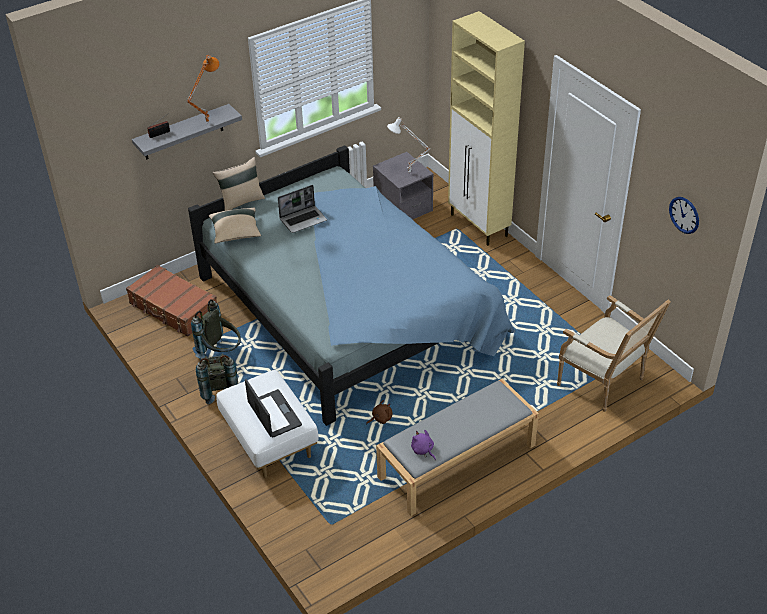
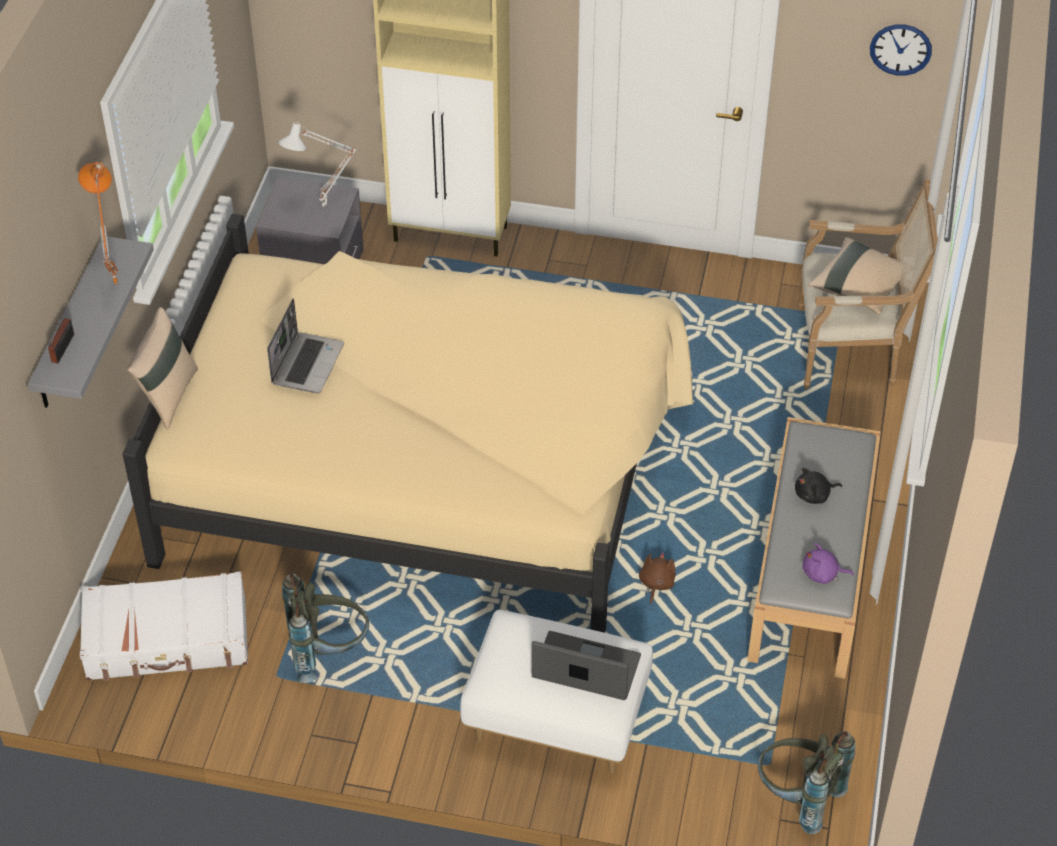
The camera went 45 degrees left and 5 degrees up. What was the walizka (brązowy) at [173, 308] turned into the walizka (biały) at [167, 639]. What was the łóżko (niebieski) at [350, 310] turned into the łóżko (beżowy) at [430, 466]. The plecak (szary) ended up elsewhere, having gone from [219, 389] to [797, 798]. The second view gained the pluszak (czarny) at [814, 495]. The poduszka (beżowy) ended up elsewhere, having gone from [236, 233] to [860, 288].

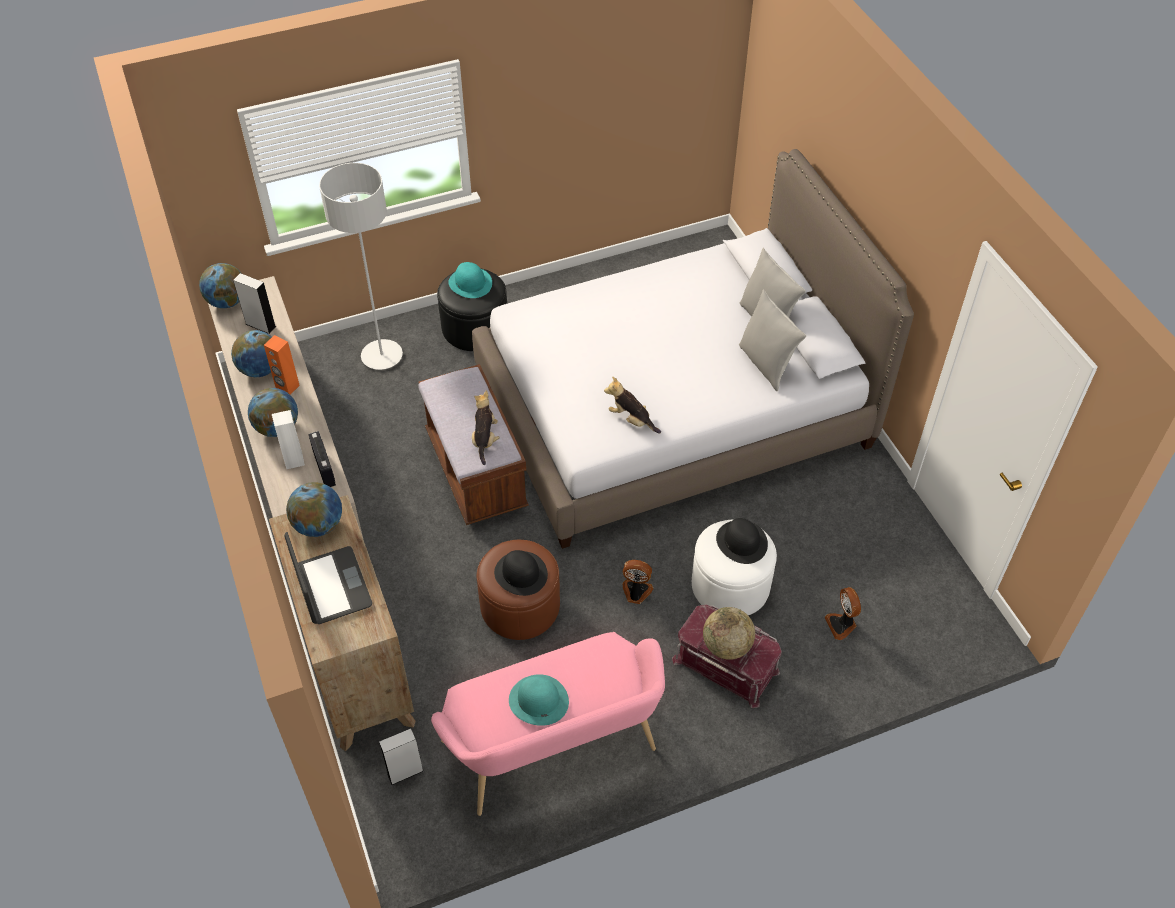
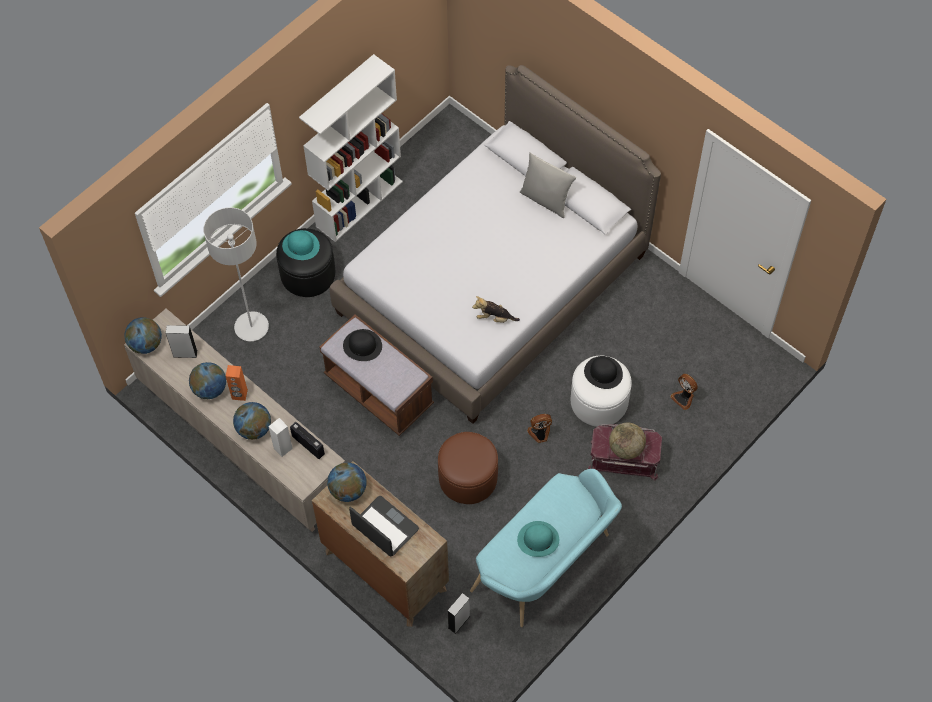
The camera went 25 degrees left and 10 degrees up. The second view gained the regał (biały) at [359, 203]. The kapelusz (czarny) ended up elsewhere, having gone from [521, 573] to [362, 345]. What was the ławka (różowy) at [555, 752] turned into the ławka (turkusowy) at [546, 565]. The second view lost the pluszak at [485, 439]. The second view lost the poduszka (szary) at [766, 364].

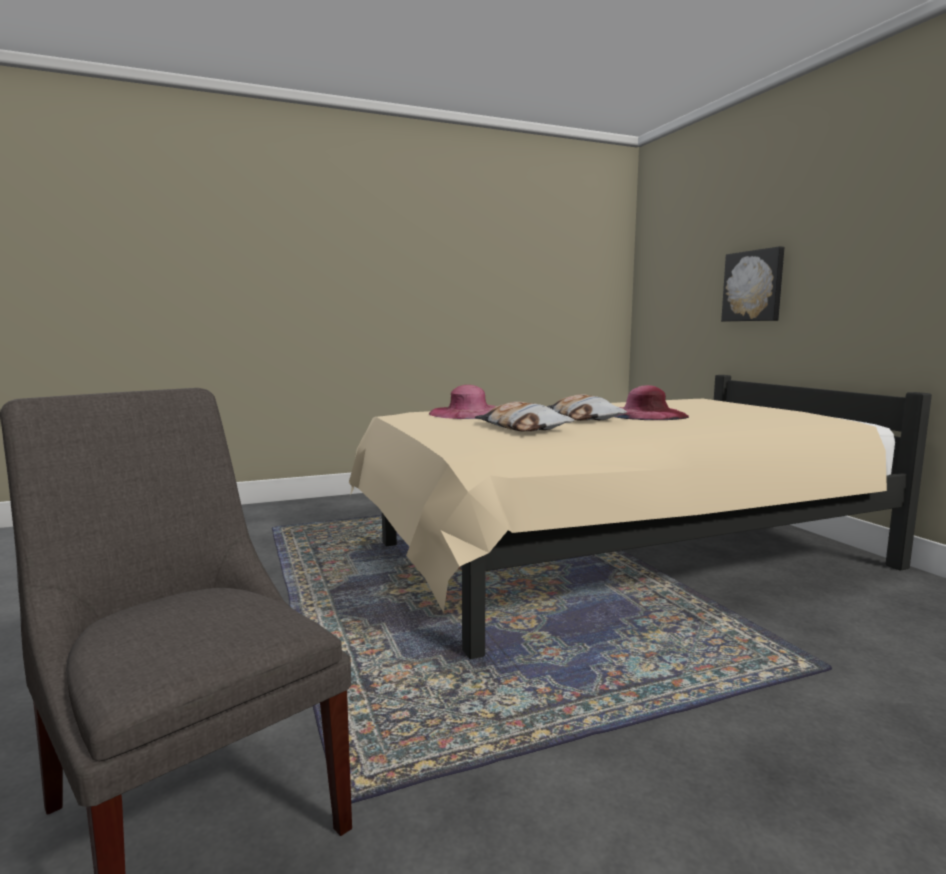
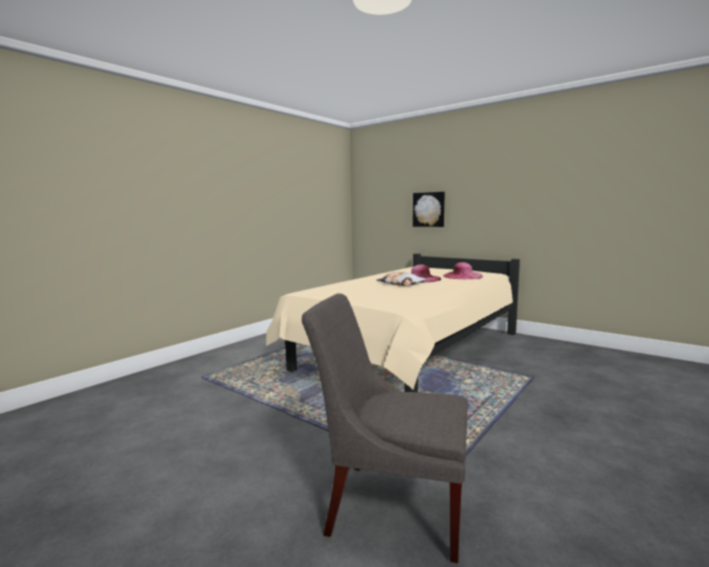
The camera went 30 degrees left and 0 degrees up. The kapelusz (różowy) ended up elsewhere, having gone from [468, 413] to [462, 276]. The second view lost the poduszka at [522, 427].

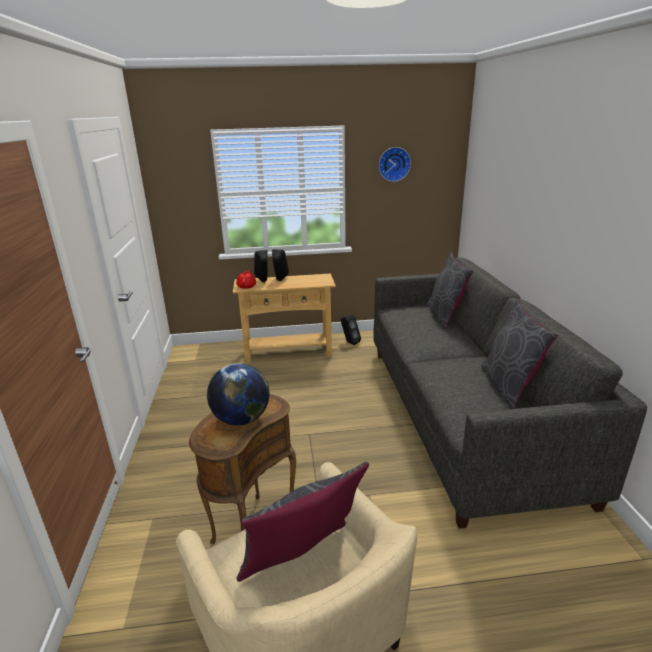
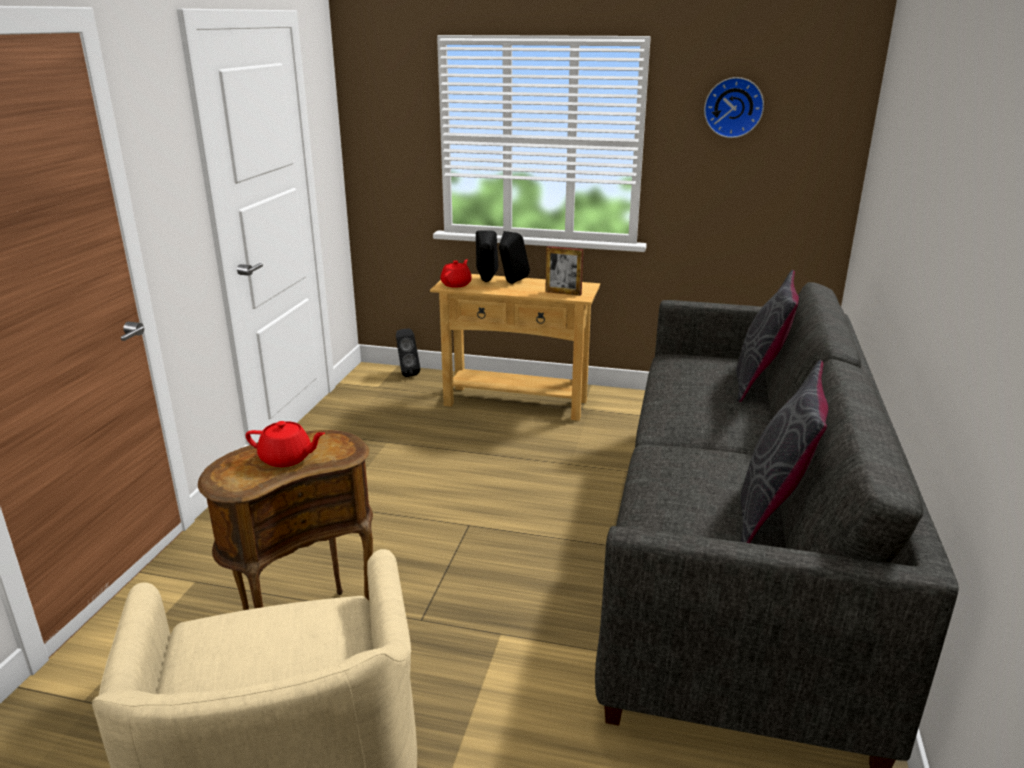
The camera went 20 degrees right and 0 degrees up. Where the globus stood at [241, 419], the imbryk (czerwony) came to stand at [287, 458]. The głośnik (czarny) ended up elsewhere, having gone from [349, 342] to [406, 373]. The second view gained the ramka na zdjęcie at [563, 293]. The second view lost the poduszka (szary) at [304, 566].

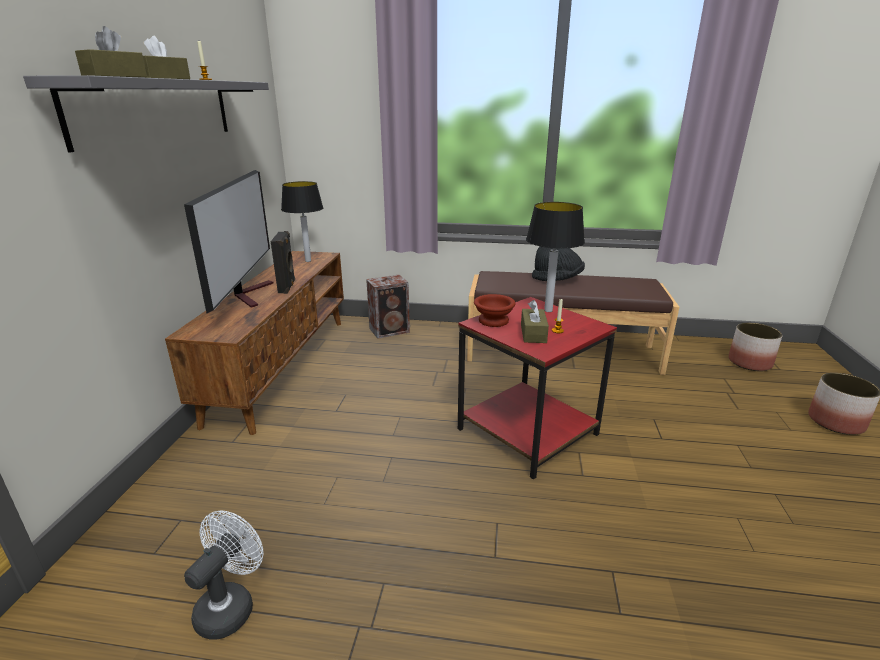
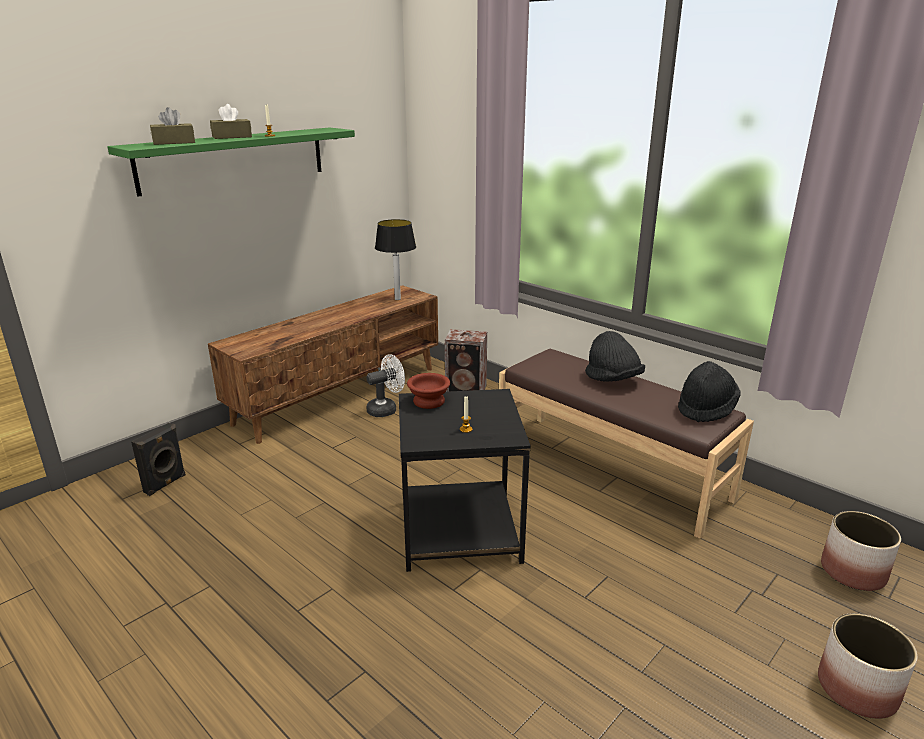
The camera went 35 degrees right and 0 degrees up. What was the półka (szary) at [157, 110] turned into the półka (zielony) at [234, 159]. The głośnik (czarny) ended up elsewhere, having gone from [287, 287] to [166, 484]. The wentylator (biały) ended up elsewhere, having gone from [231, 605] to [386, 409]. What was the stolik (czerwony) at [528, 433] turned into the stolik (czarny) at [458, 532]. The second view gained the kapelusz (czarny) at [706, 409]. The second view lost the telewizor at [249, 293]. The second view lost the pudełko chusteczek (brązowy) at [533, 333]. The second view lost the lampa stołowa at [547, 310].

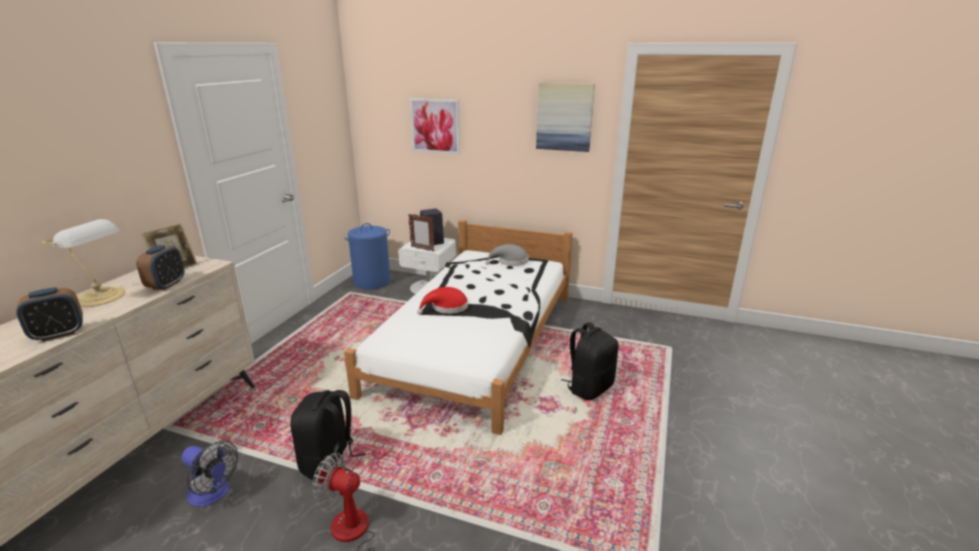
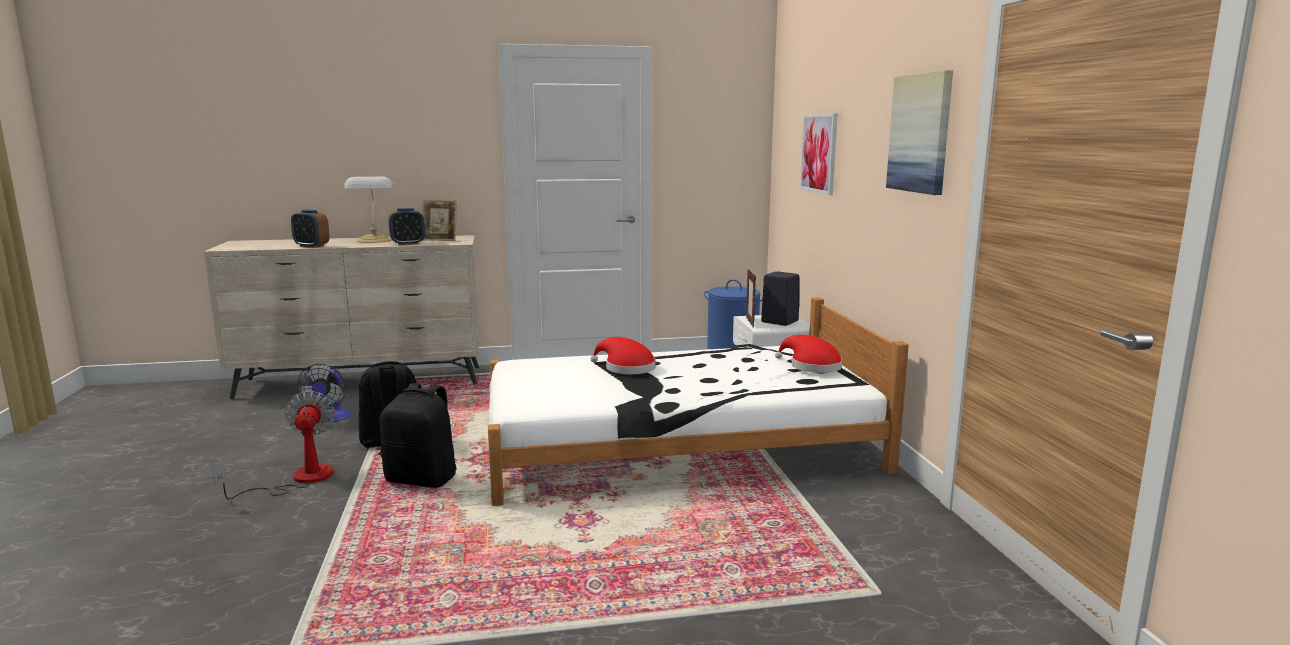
The camera went 60 degrees right and 10 degrees down. The plecak (czarny) ended up elsewhere, having gone from [589, 387] to [422, 479]. What was the kapelusz (szary) at [510, 261] turned into the kapelusz (czerwony) at [811, 366].

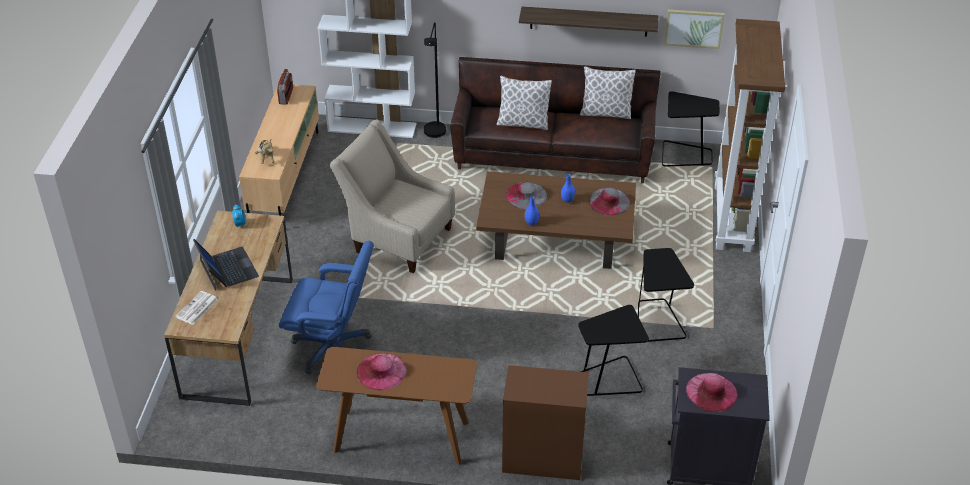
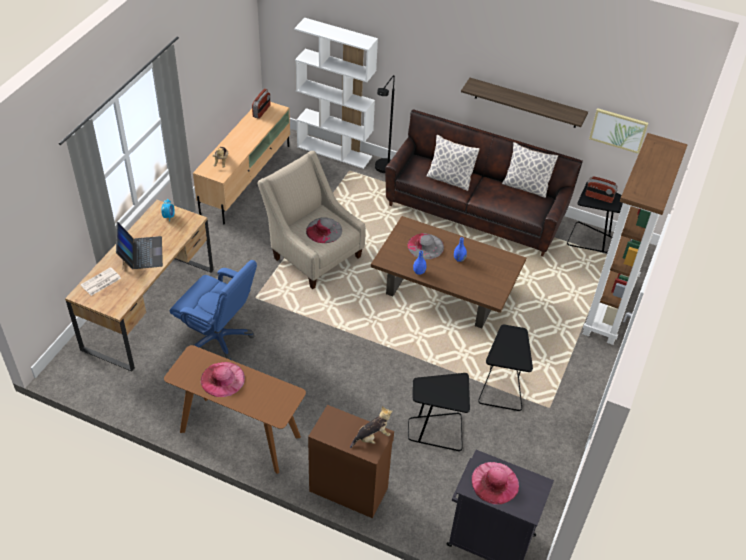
The camera went 15 degrees right and 5 degrees up. The kapelusz (szary) ended up elsewhere, having gone from [609, 201] to [324, 230]. The second view gained the pluszak at [372, 437]. The second view gained the radio at [599, 197].

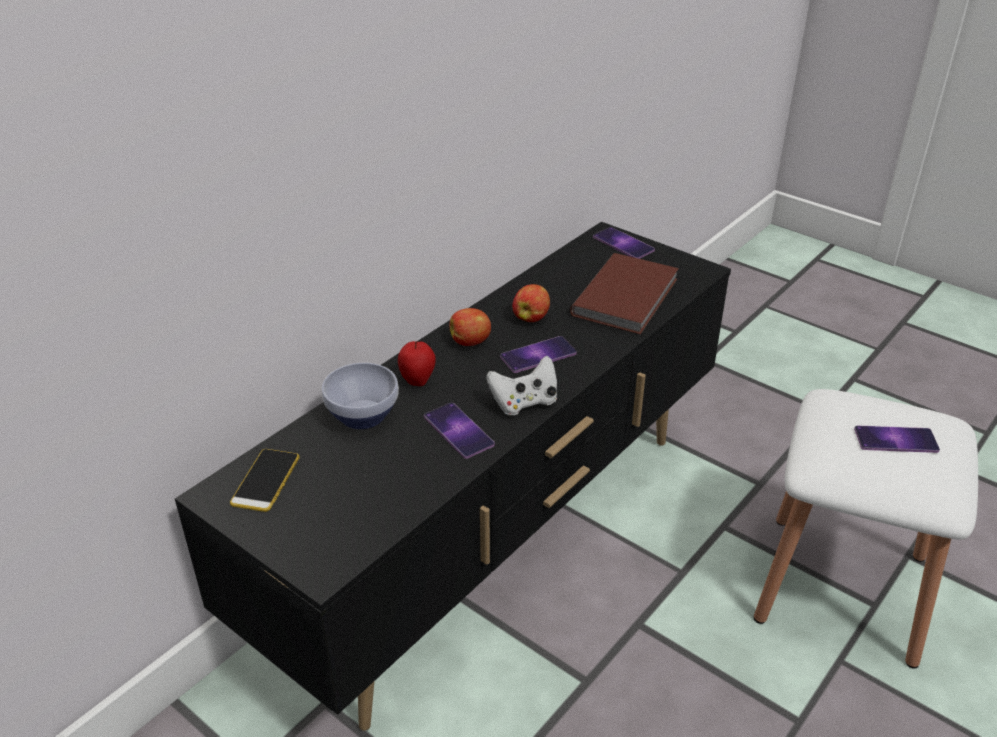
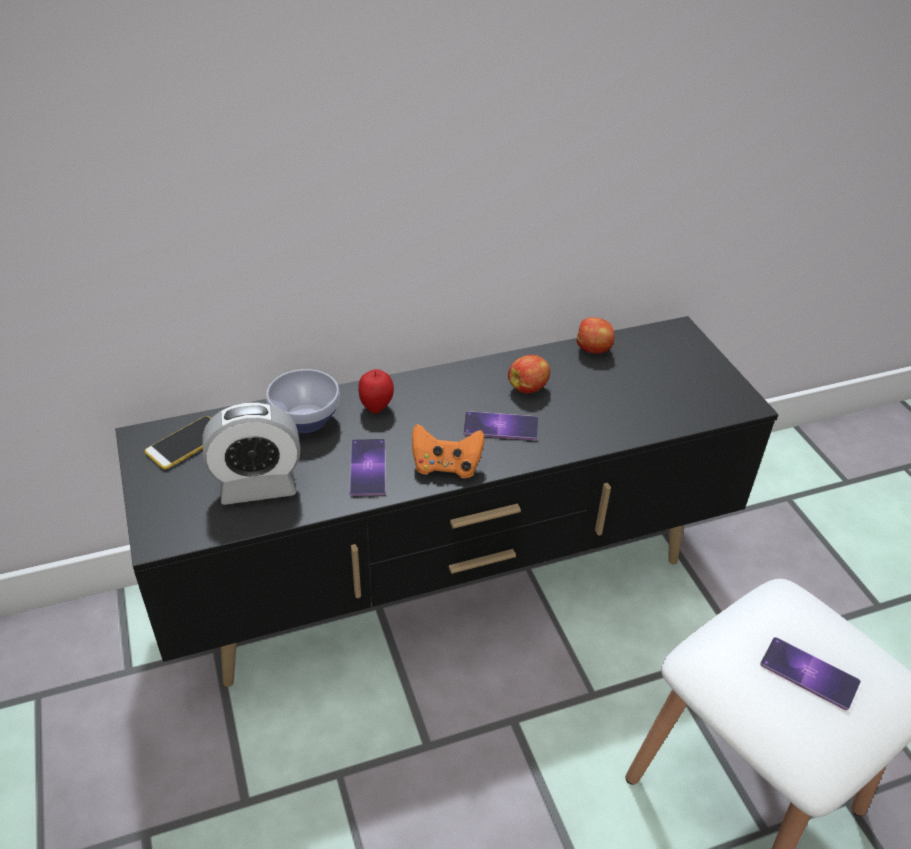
The camera went 30 degrees right and 5 degrees up. The second view gained the budzik at [258, 486]. What was the pad do gier (biały) at [524, 402] turned into the pad do gier (pomarańczowy) at [446, 466]. The jabłko ended up elsewhere, having gone from [470, 342] to [593, 349]. The second view lost the książka (brązowy) at [628, 296]. The second view lost the telefon at [623, 243].

